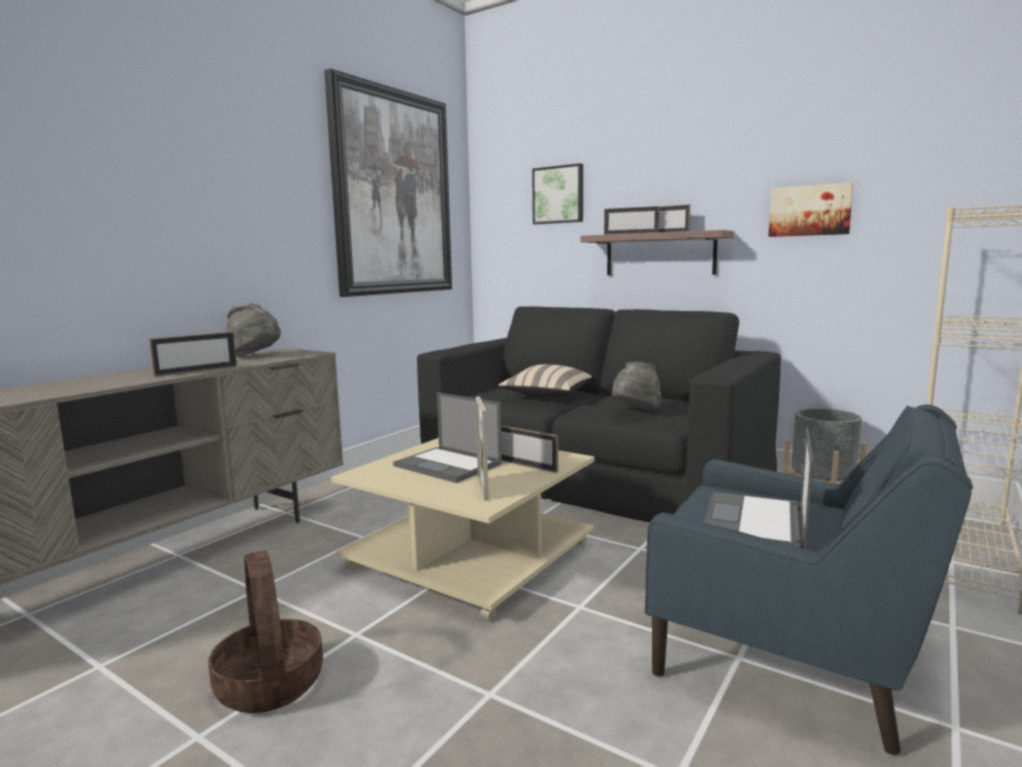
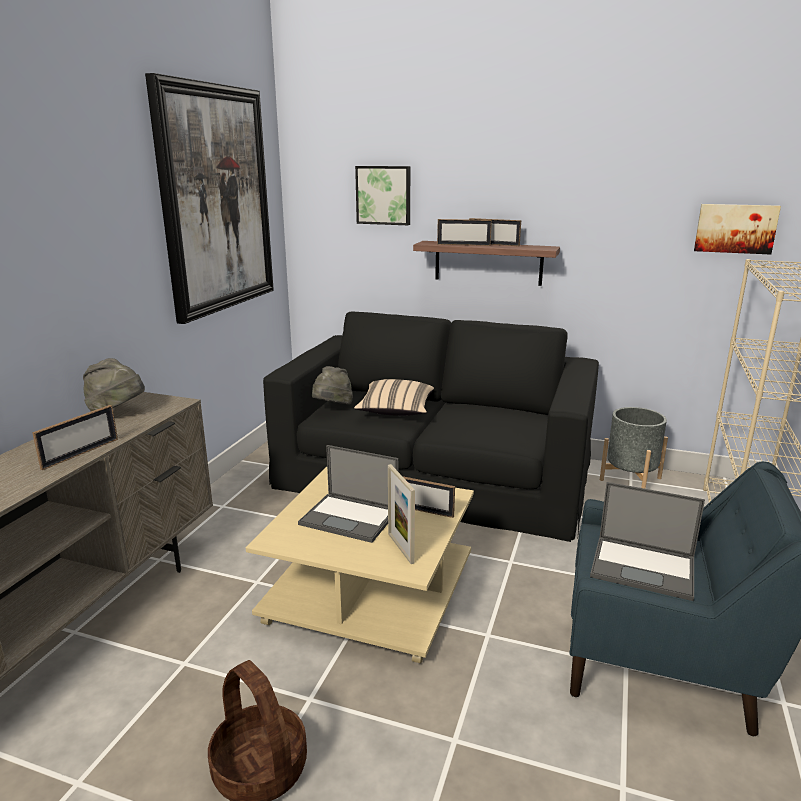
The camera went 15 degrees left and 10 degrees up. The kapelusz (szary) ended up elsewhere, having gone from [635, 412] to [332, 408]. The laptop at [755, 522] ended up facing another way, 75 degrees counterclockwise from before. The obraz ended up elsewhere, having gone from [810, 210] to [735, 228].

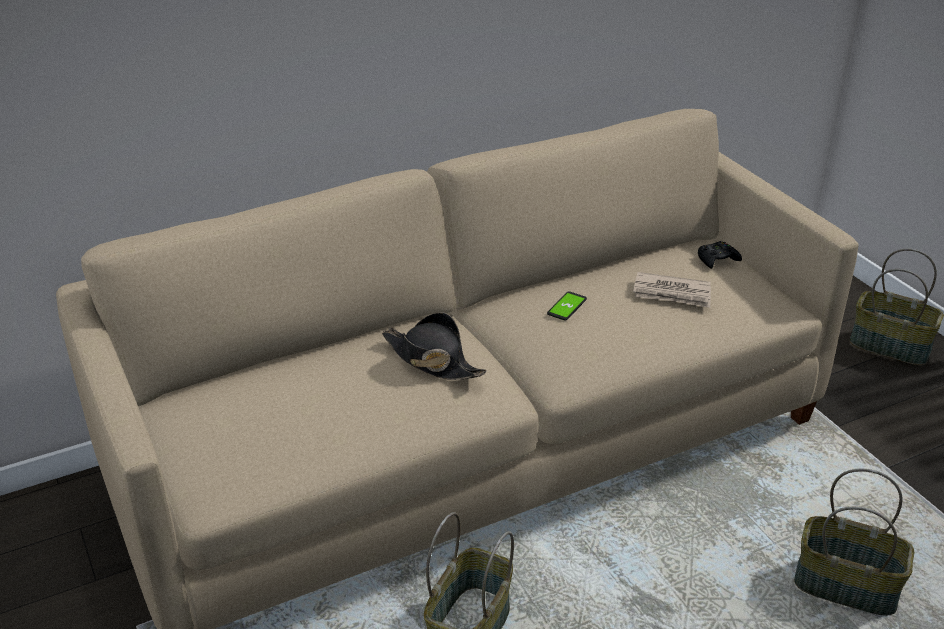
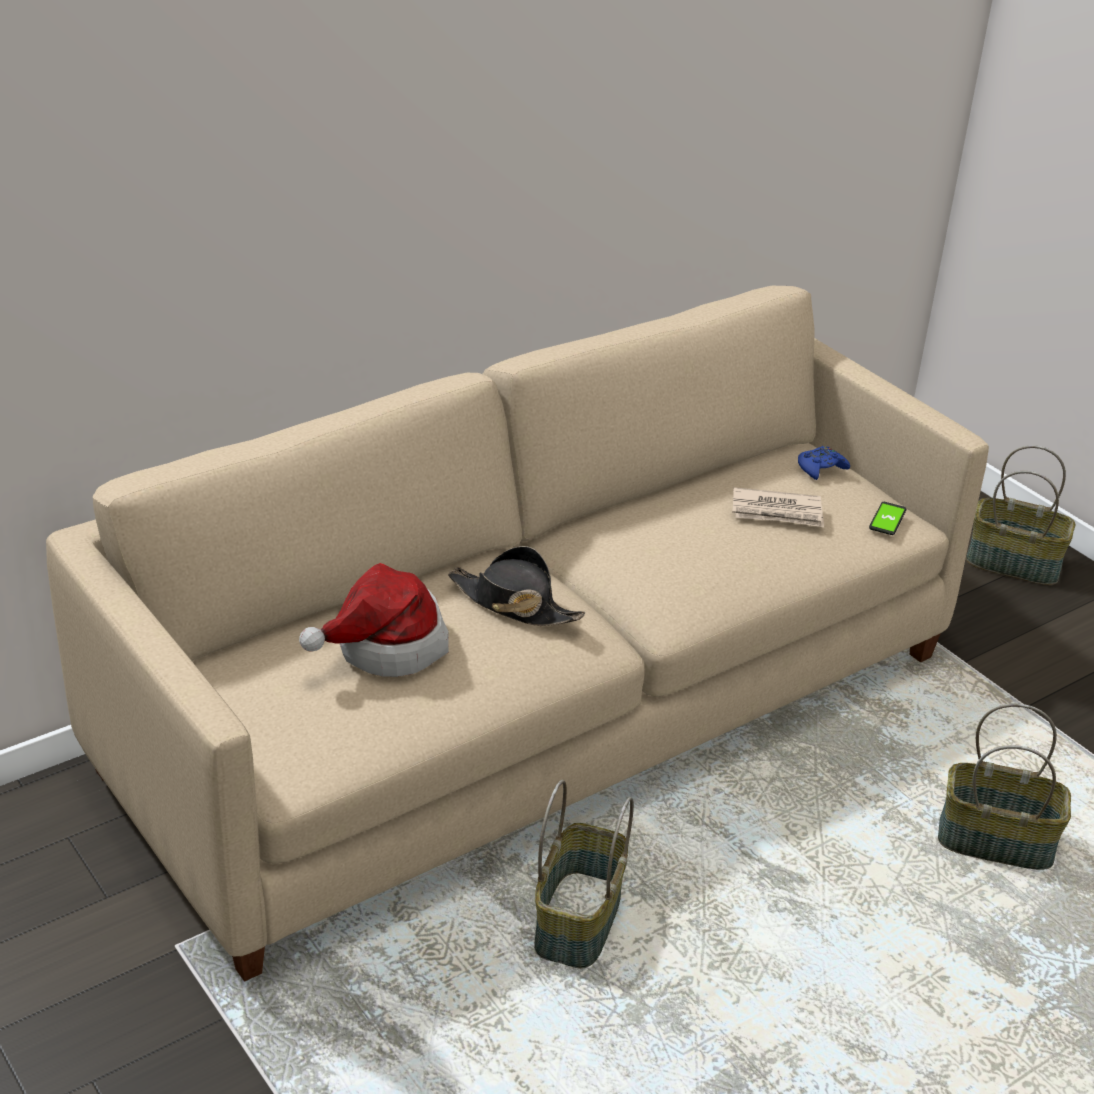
The camera went 10 degrees left and 0 degrees up. The second view gained the kapelusz at [384, 646]. What was the pad do gier (czarny) at [717, 259] turned into the pad do gier (niebieski) at [821, 468]. The telefon ended up elsewhere, having gone from [567, 307] to [887, 519].

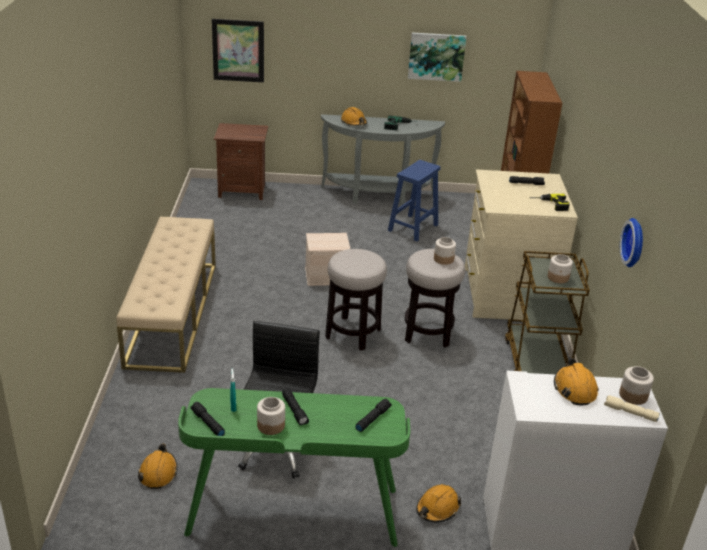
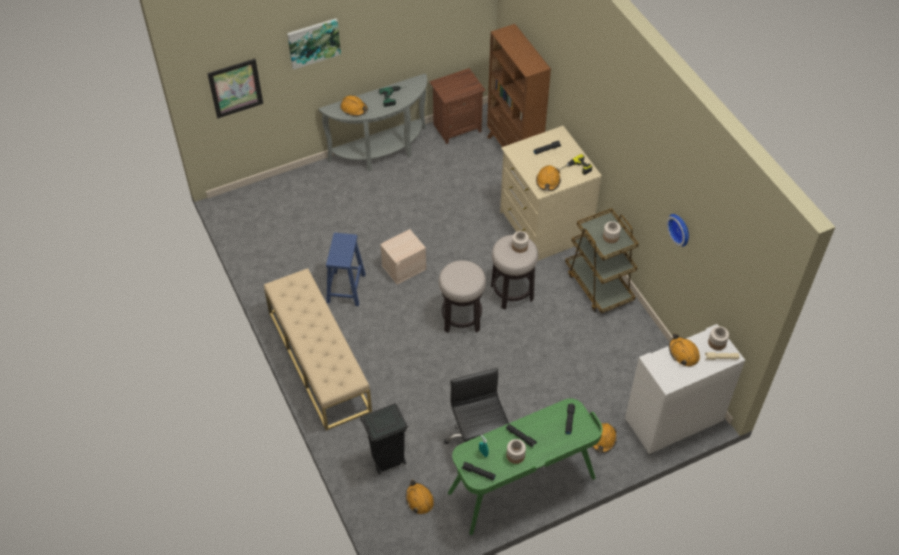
The camera went 25 degrees left and 20 degrees up. The obraz ended up elsewhere, having gone from [436, 56] to [313, 42]. The stołek (niebieski) ended up elsewhere, having gone from [412, 228] to [346, 289]. The second view gained the kosz na śmieci (czarny) at [387, 461]. The szafka nocna (brązowy) ended up elsewhere, having gone from [242, 190] to [456, 127]. The second view gained the kask (pomarańczowy) at [548, 181].

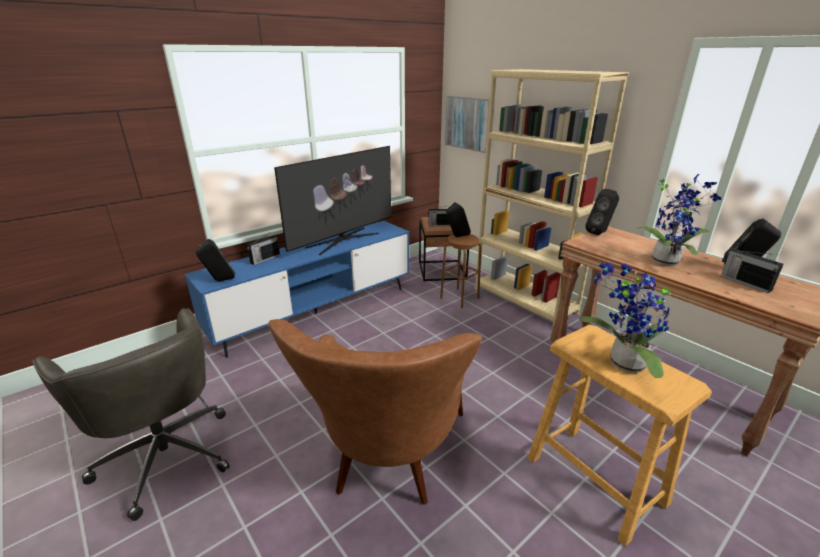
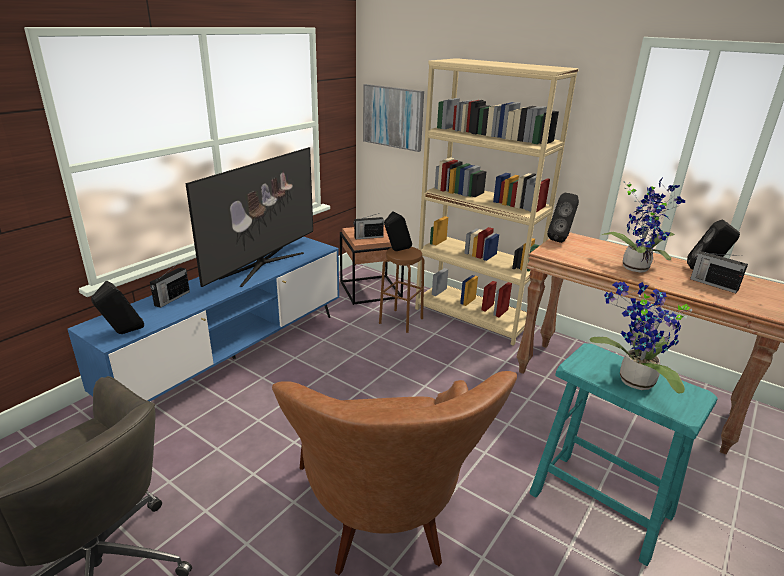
The camera went 15 degrees left and 0 degrees up. What was the stołek (beżowy) at [595, 480] turned into the stołek (turkusowy) at [601, 504].

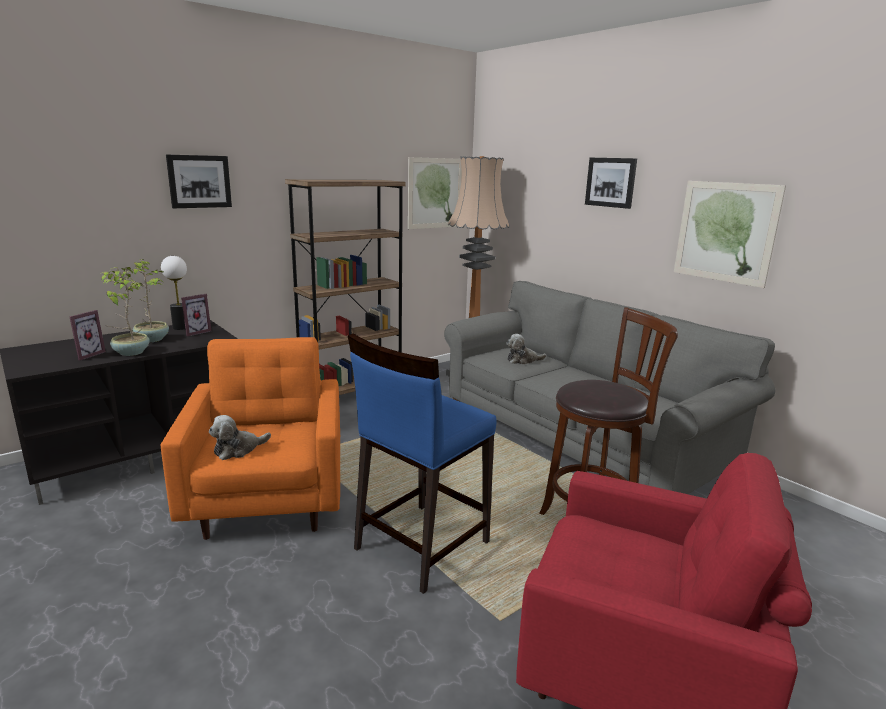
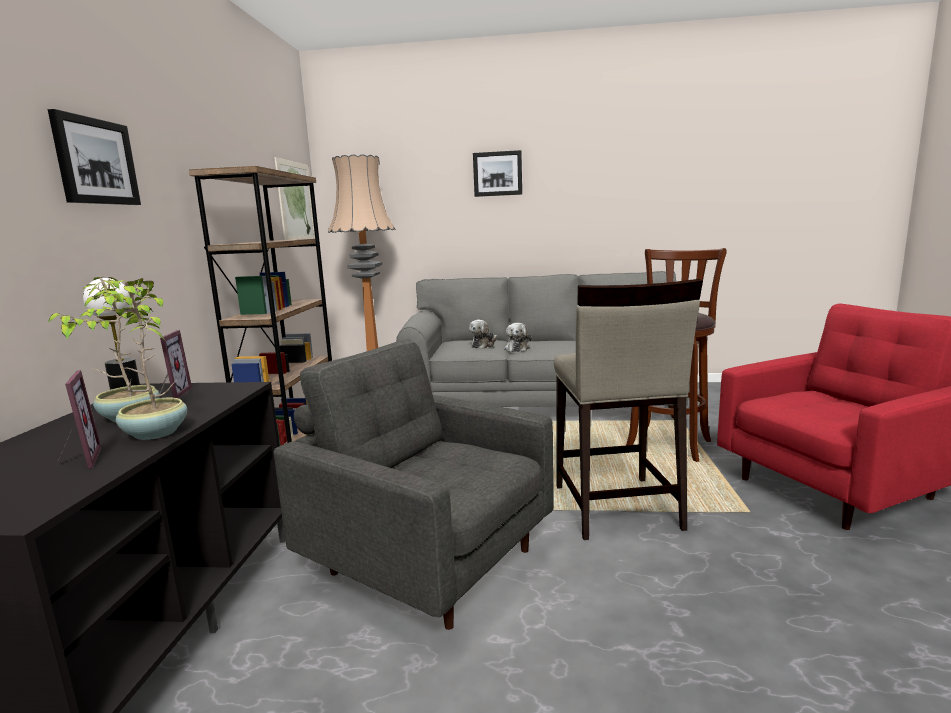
The camera went 45 degrees left and 5 degrees down. What was the fotel (pomarańczowy) at [269, 499] turned into the fotel (szary) at [428, 559]. The pluszak ended up elsewhere, having gone from [238, 449] to [517, 348]. What was the stołek (niebieski) at [420, 545] turned into the stołek (beżowy) at [615, 508]. The second view lost the obraz at [725, 232].

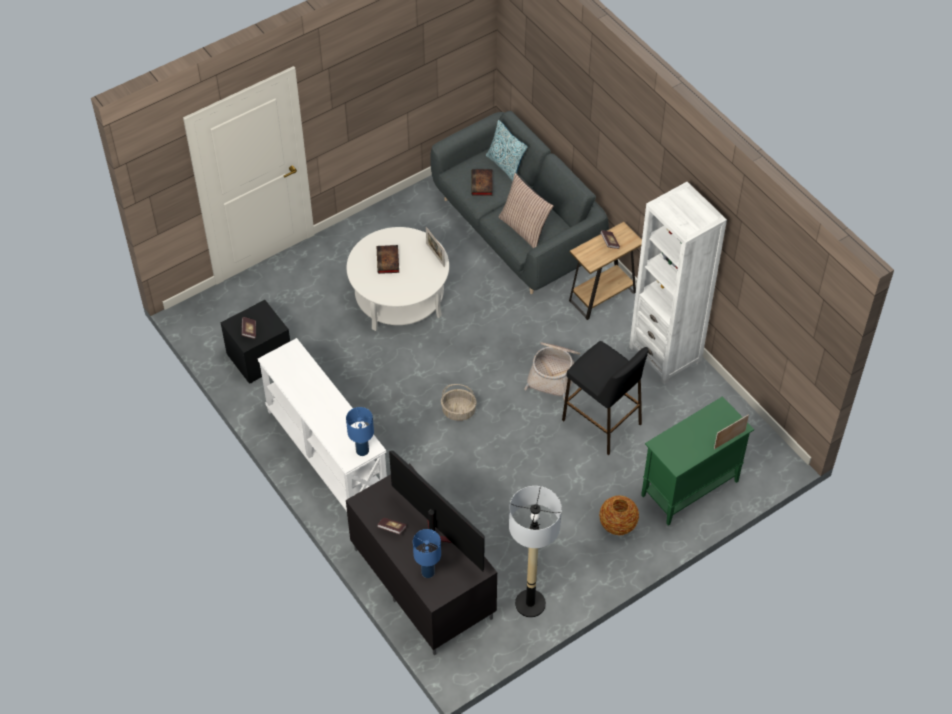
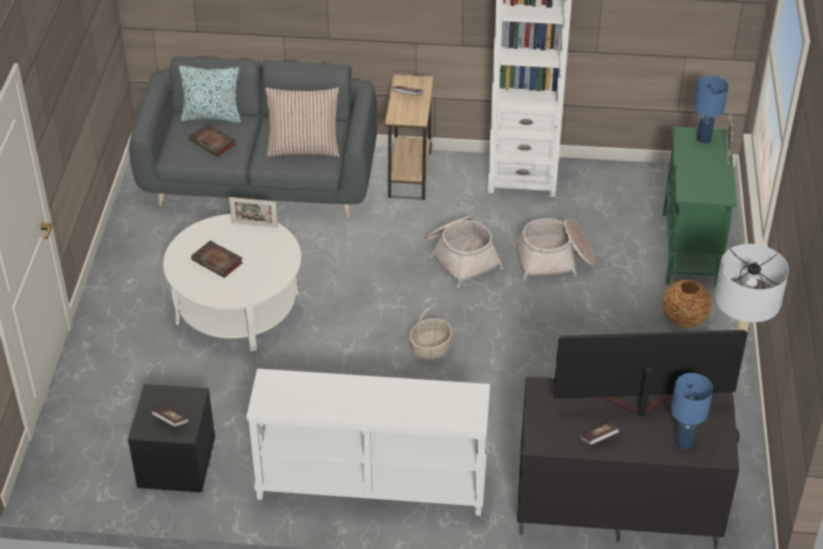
The camera went 50 degrees left and 10 degrees down. Where the stołek (czarny) stood at [602, 422], the koszyk came to stand at [554, 260]. The lampa stołowa (niebieski) ended up elsewhere, having gone from [362, 451] to [704, 139].

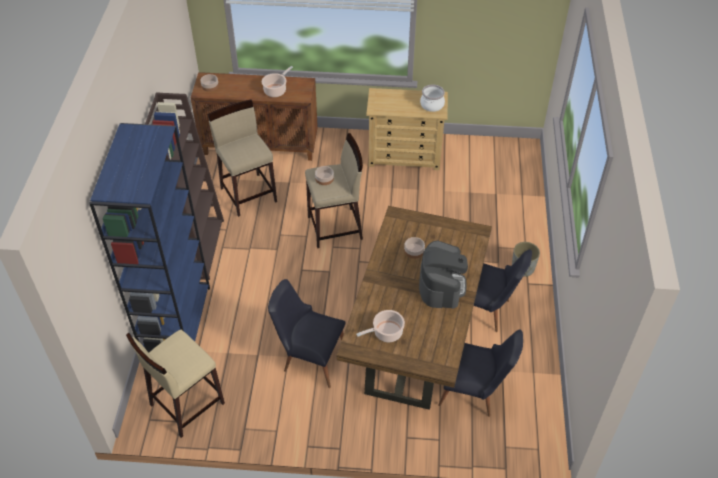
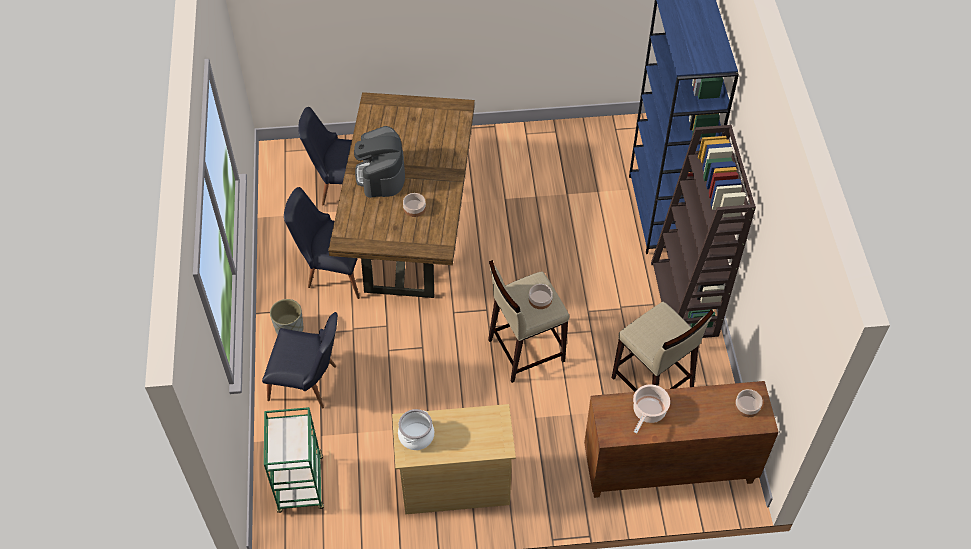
The camera went 170 degrees right and 5 degrees up. The krzesło (czarny) ended up elsewhere, having gone from [309, 358] to [309, 384]. The second view gained the wózek (zielony) at [301, 485]. The second view lost the stołek (beżowy) at [186, 404]. The second view lost the garnek at [386, 333].

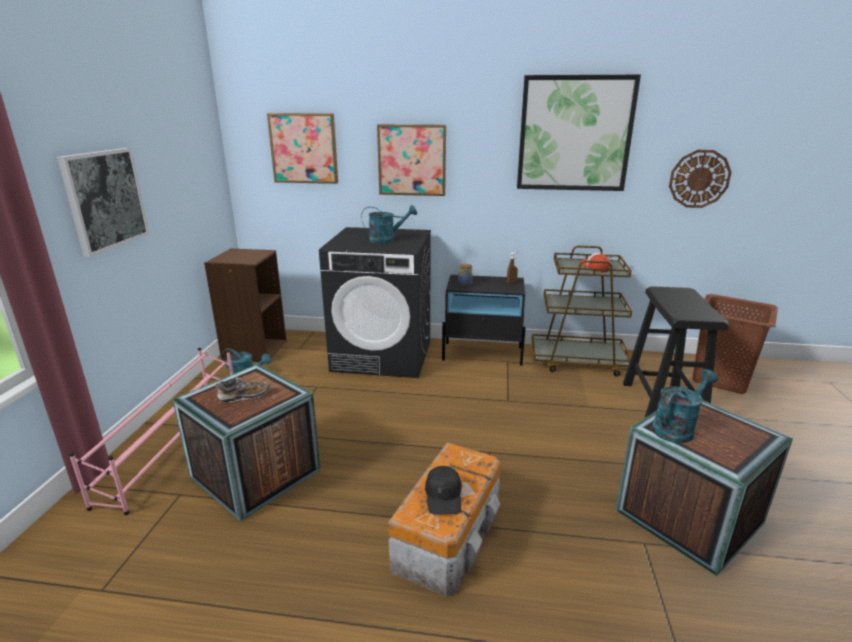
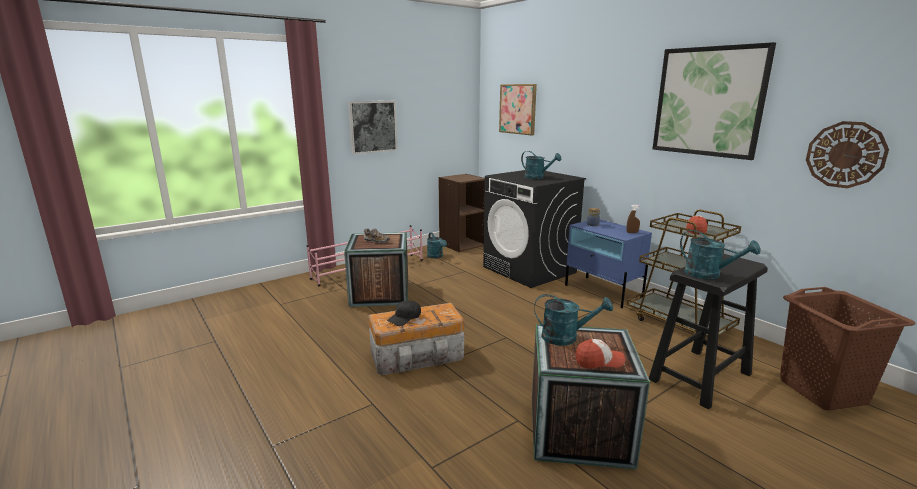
The camera went 45 degrees right and 5 degrees down. What was the szafka nocna (czarny) at [483, 353] turned into the szafka nocna (niebieski) at [603, 291]. The second view gained the czapka z daszkiem at [599, 361]. The second view gained the konewka (turkusowy) at [709, 275]. The second view lost the obraz at [412, 160].

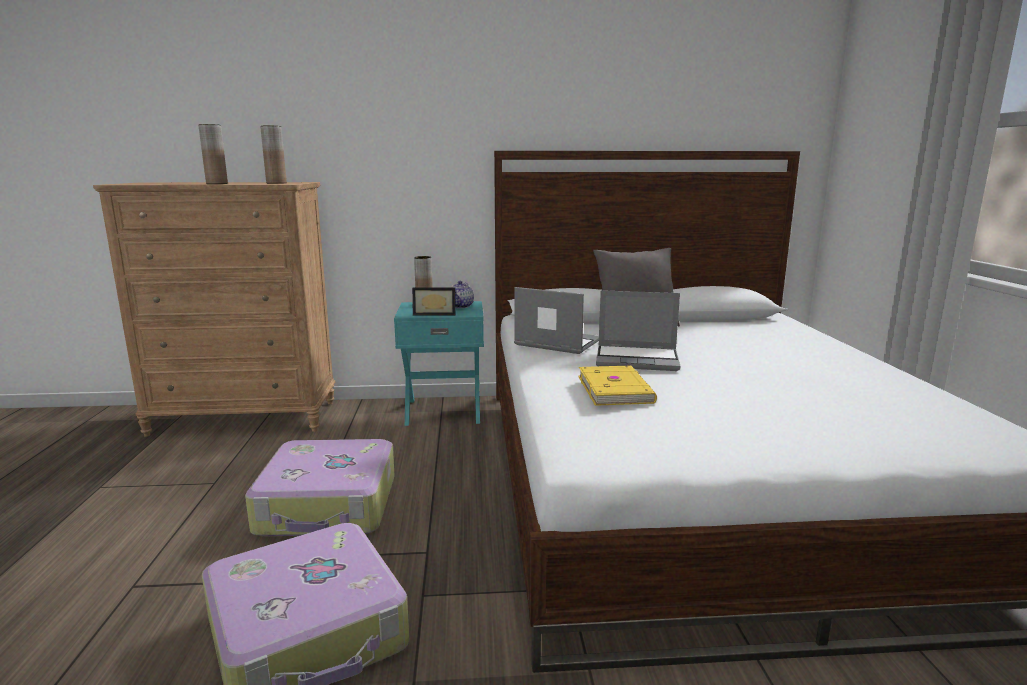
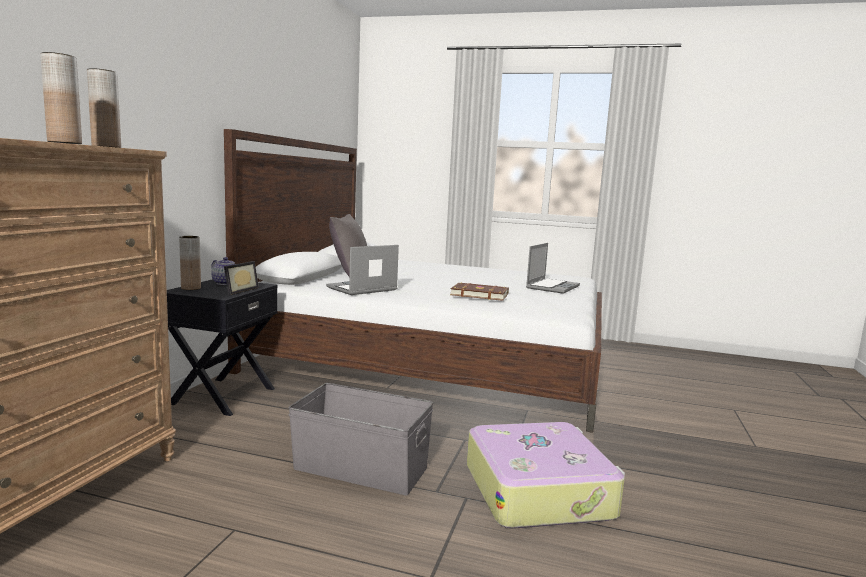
The camera went 70 degrees left and 5 degrees down. What was the szafka nocna (turkusowy) at [443, 410] turned into the szafka nocna (czarny) at [222, 395]. Where the walizka stood at [329, 505], the pojemnik do przechowywania (szary) came to stand at [360, 467]. What was the książka (żółty) at [616, 389] turned into the książka (brązowy) at [479, 294]. The laptop ended up elsewhere, having gone from [638, 359] to [552, 287].

